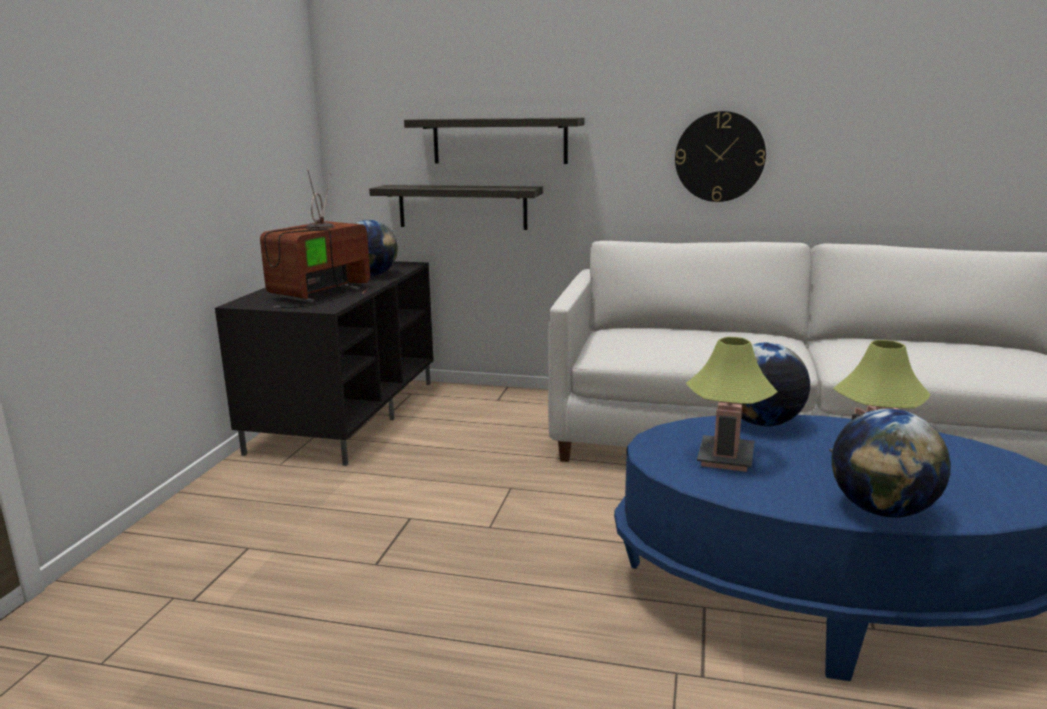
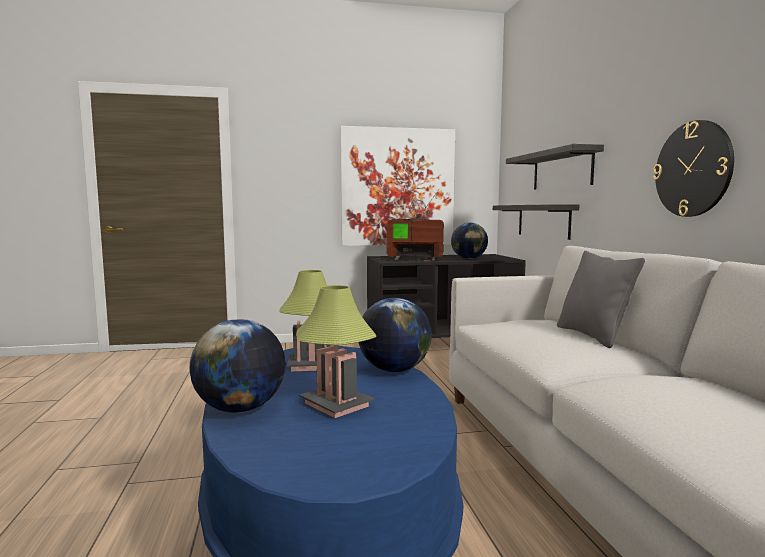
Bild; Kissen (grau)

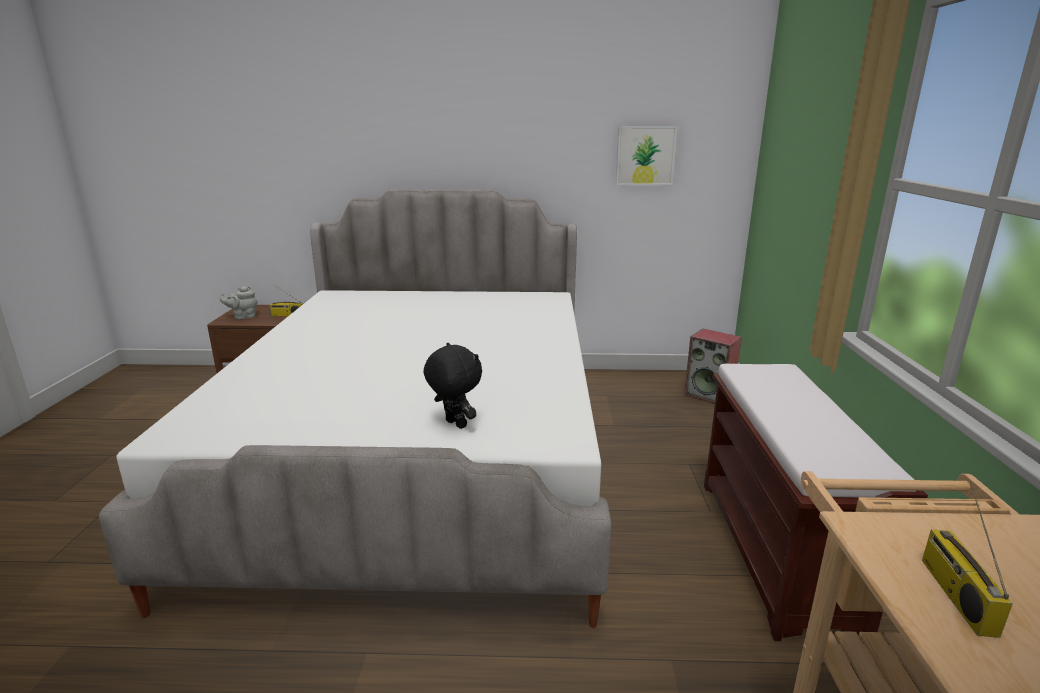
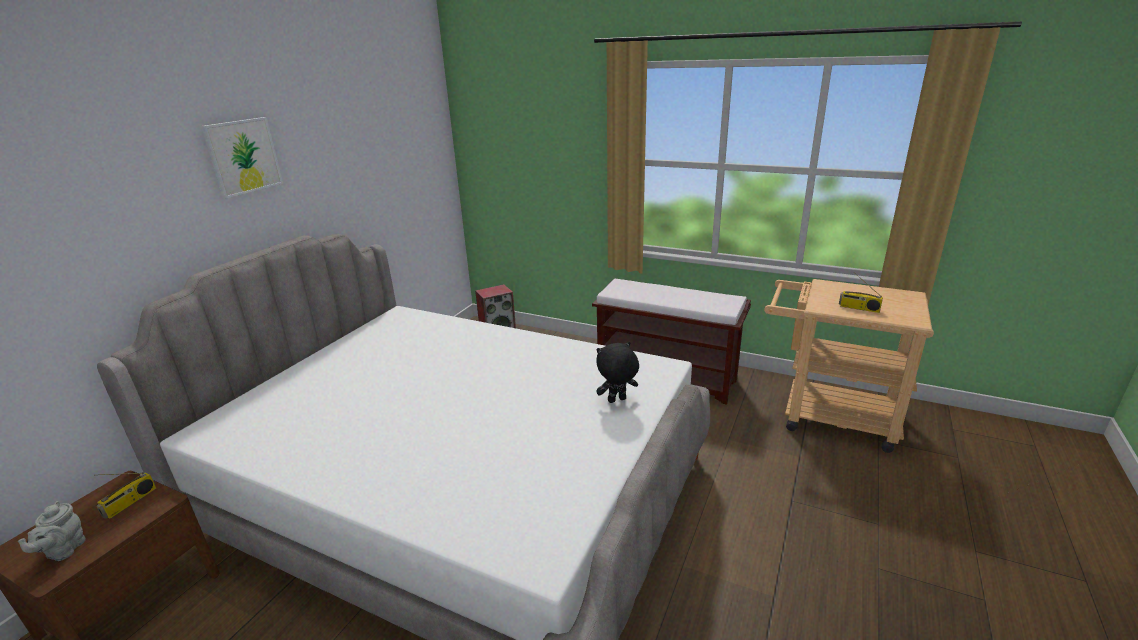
Bild

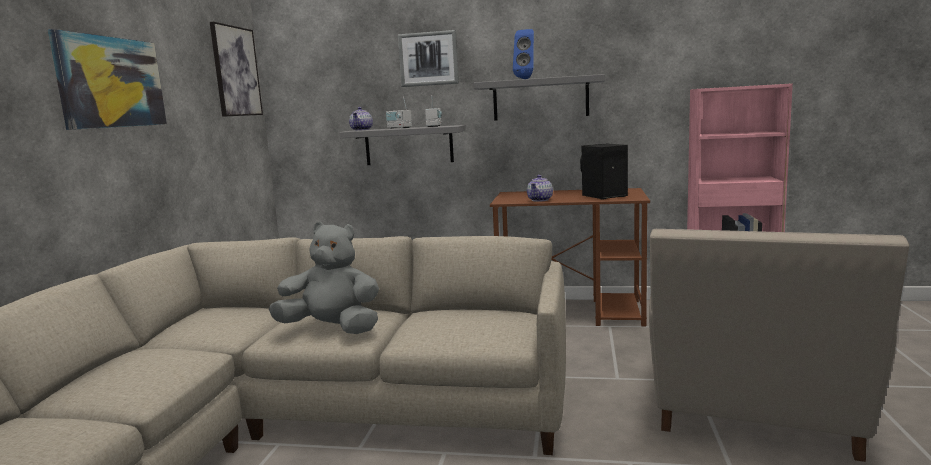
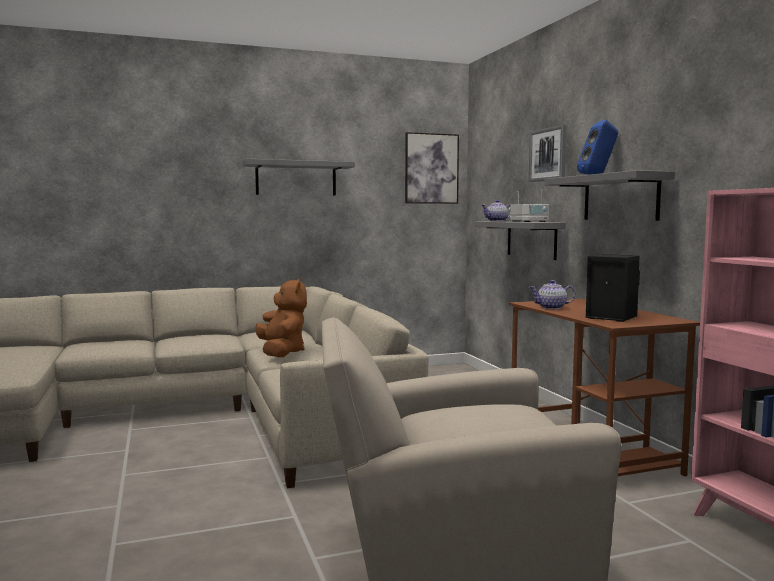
Wandregal (grau) (no. 1 from left); Plüschtier (braun)

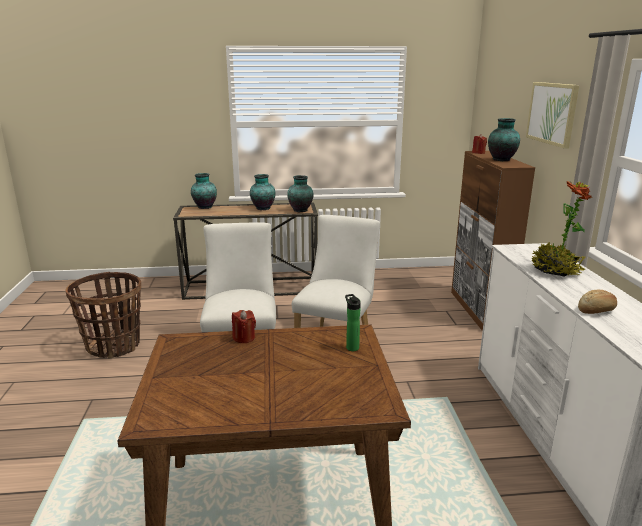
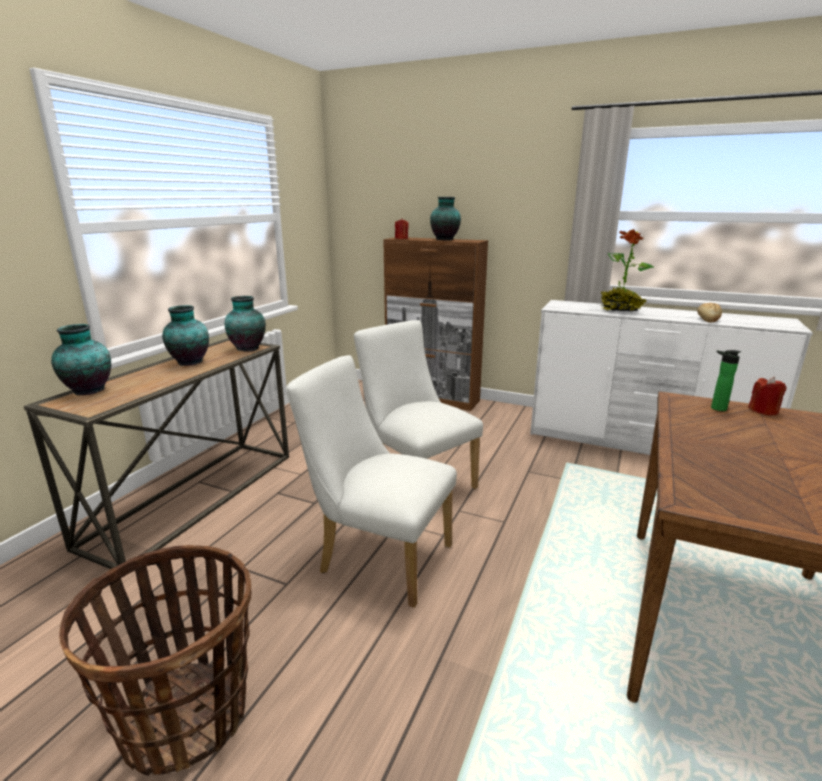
Bild; Kerze (rot) (no. 2 from left)

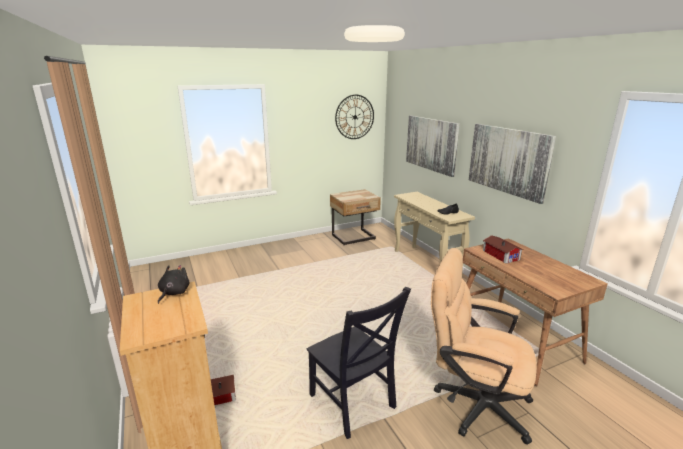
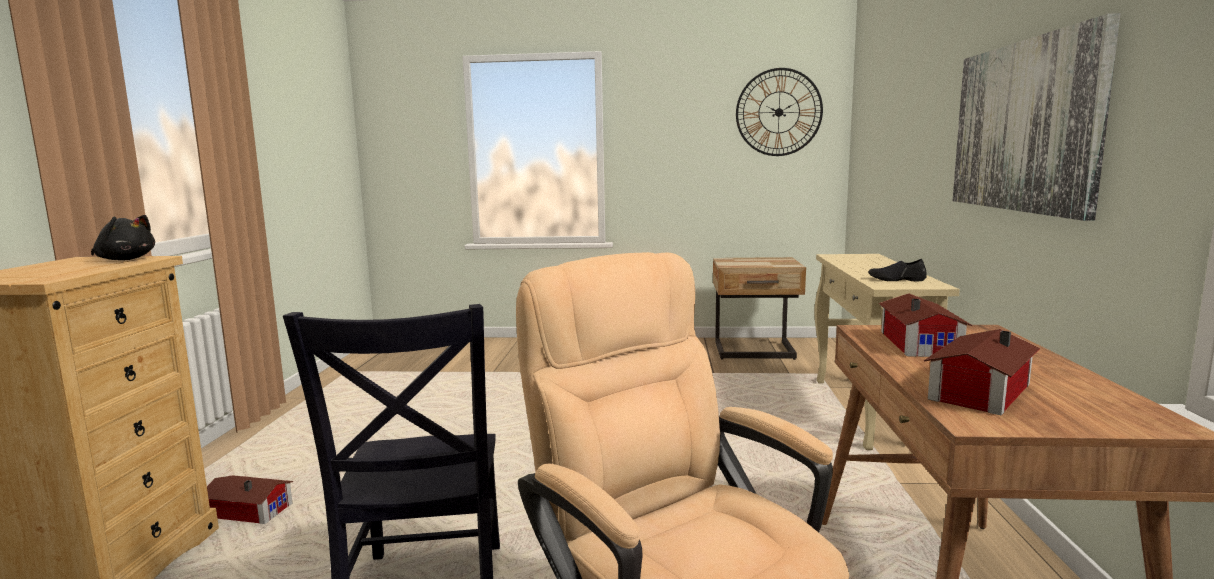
Bild (no. 1 from left in the first image); Plüschtier (schwarz); Spielzeughaus (no. 3 from left)

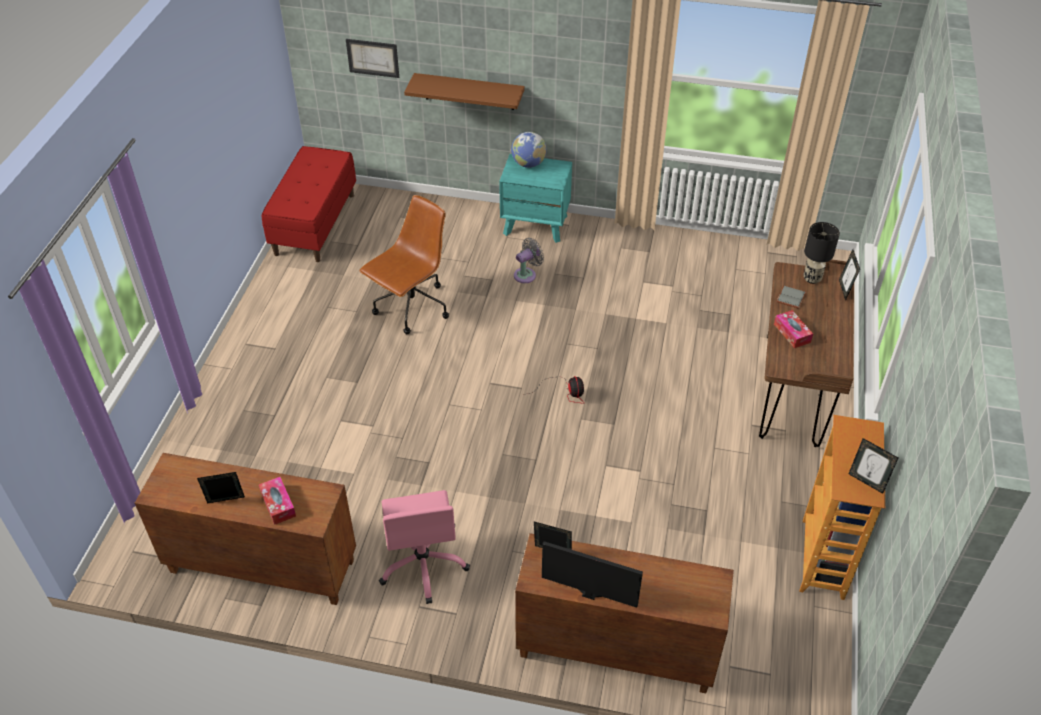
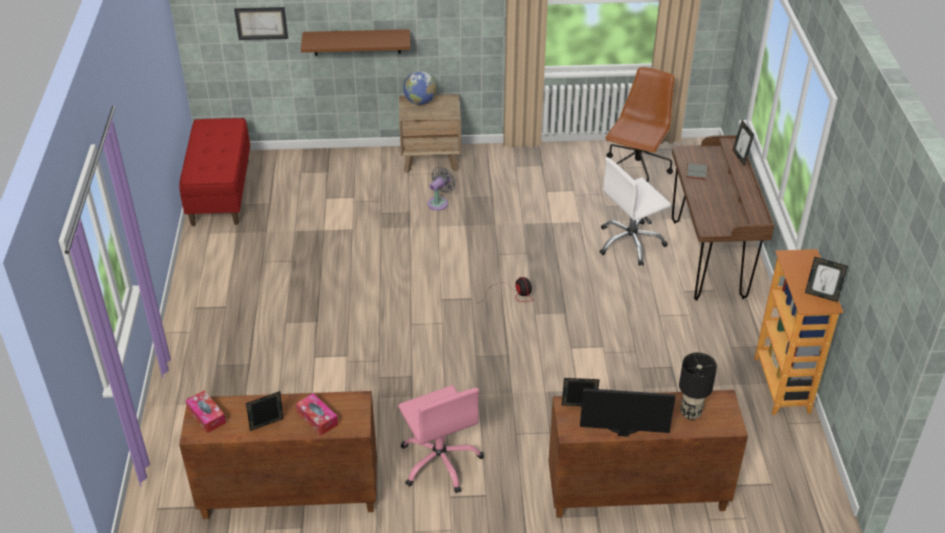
Nachttisch (braun); Bürostuhl (braun); Tischlampe (schwarz); Taschentuchbox (no. 1 from left); Bürostuhl (weiß)

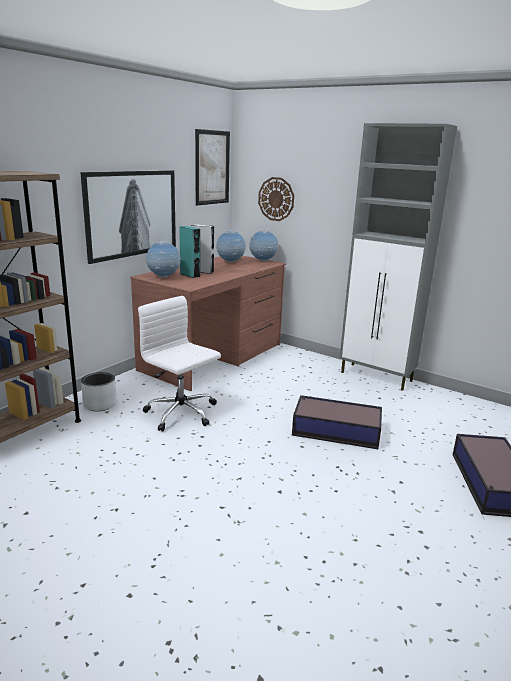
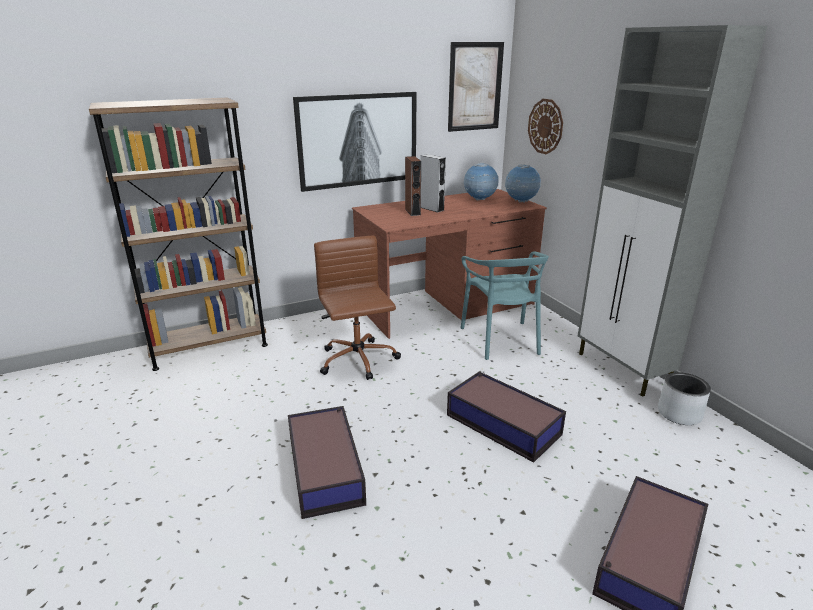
Lautsprecher (braun); Globus (no. 1 from left in the first image); Bürostuhl (braun); Pflanzkübel (grau); Stuhl (türkis); Aufbewahrungsbox (no. 1 from left)

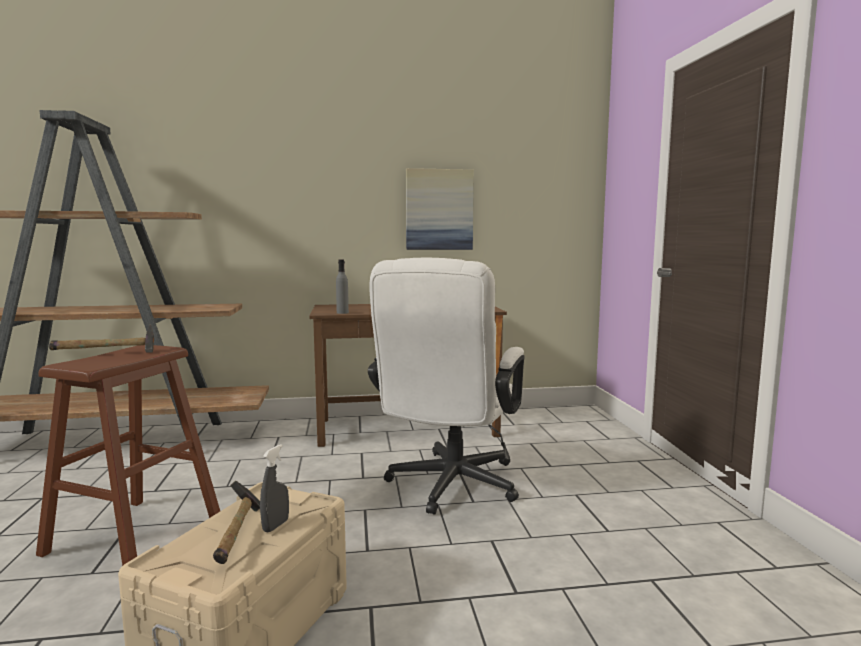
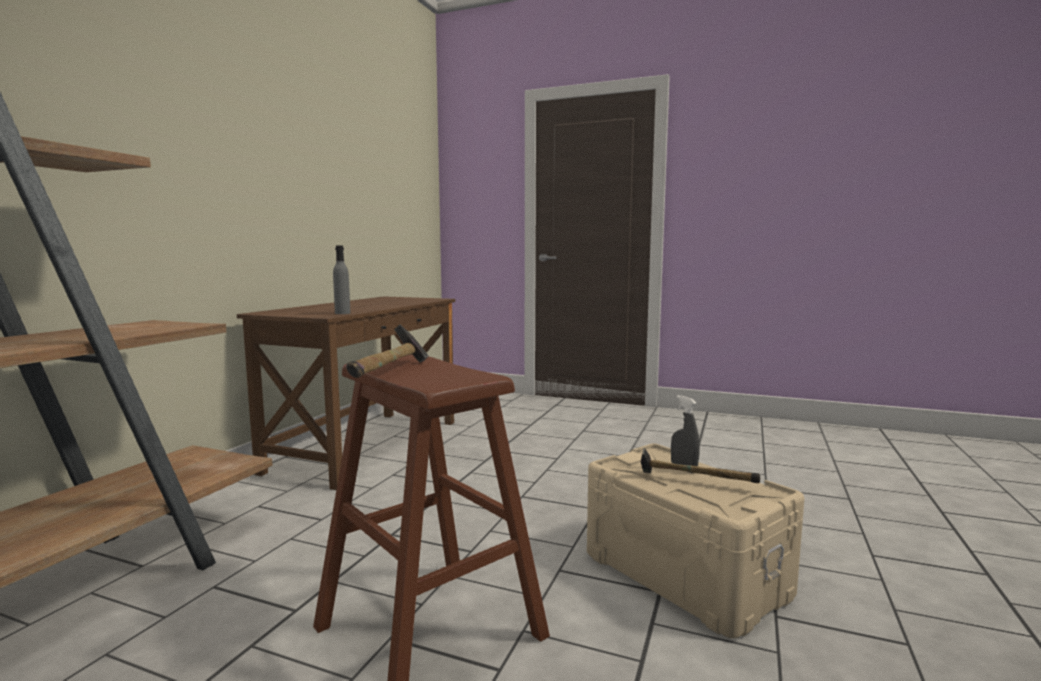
Bild; Bürostuhl (weiß)

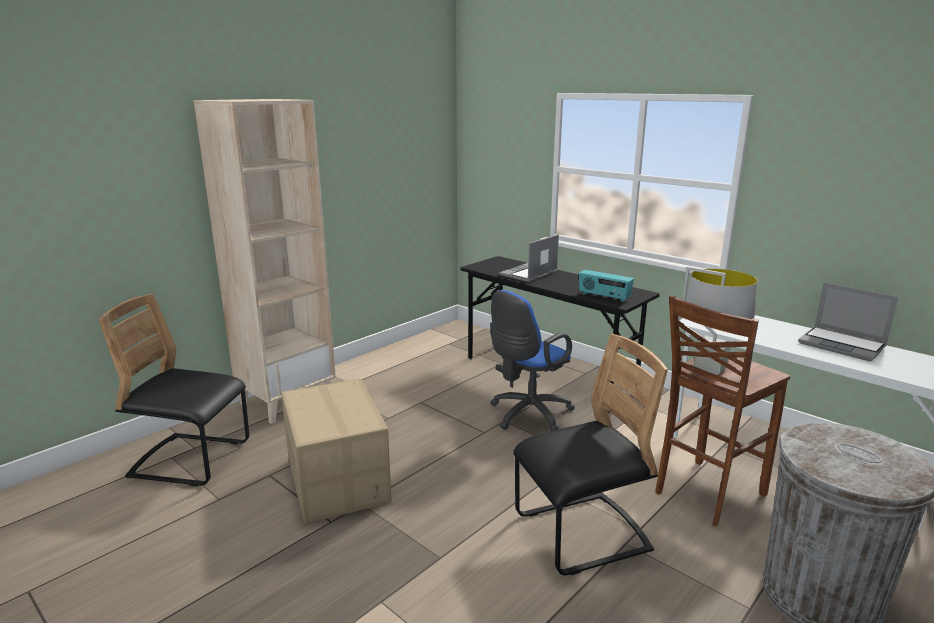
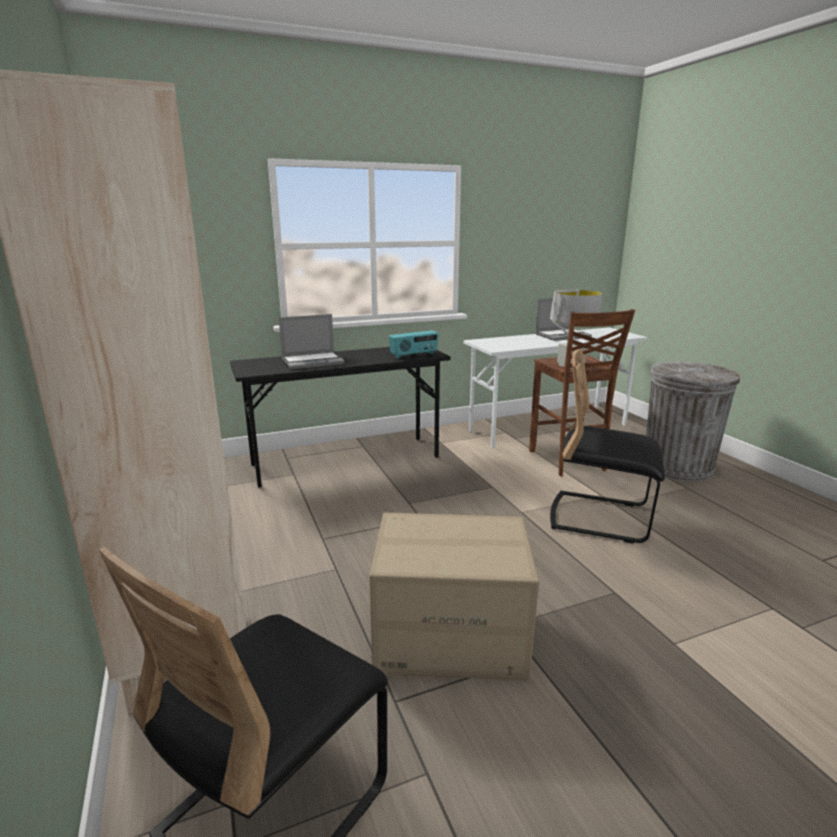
Laptop (no. 1 from left); Bürostuhl (blau); Stuhl (schwarz) (no. 2 from left)

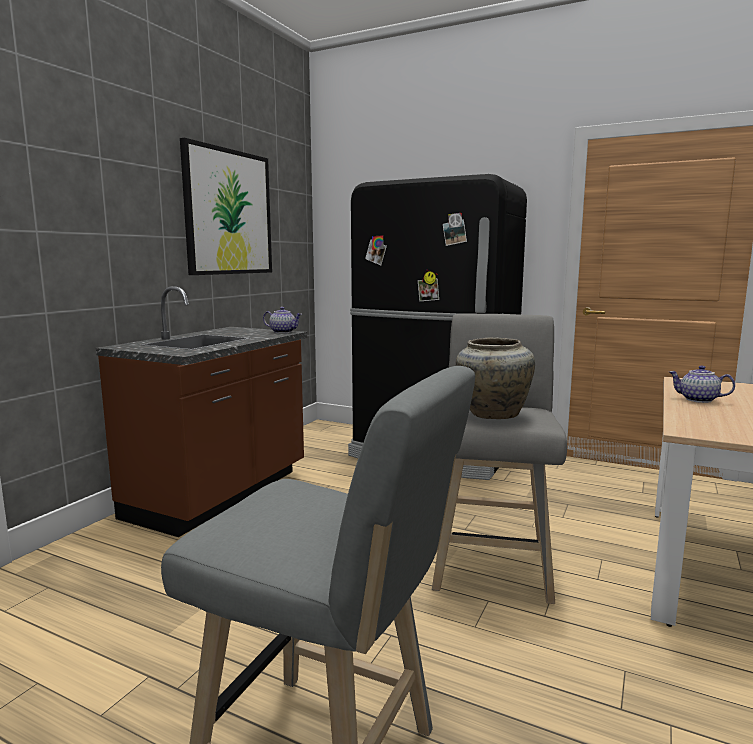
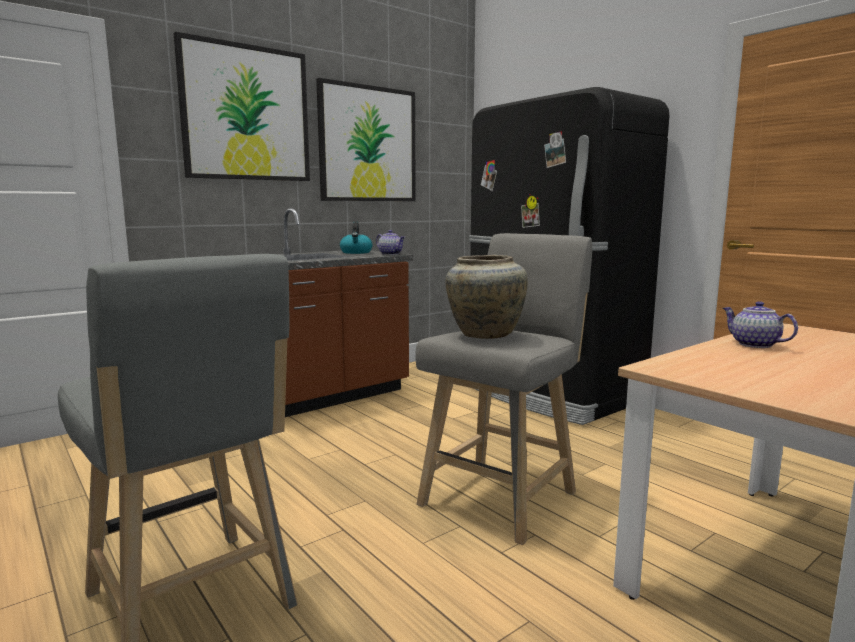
Bild (no. 1 from left); Wasserkessel

